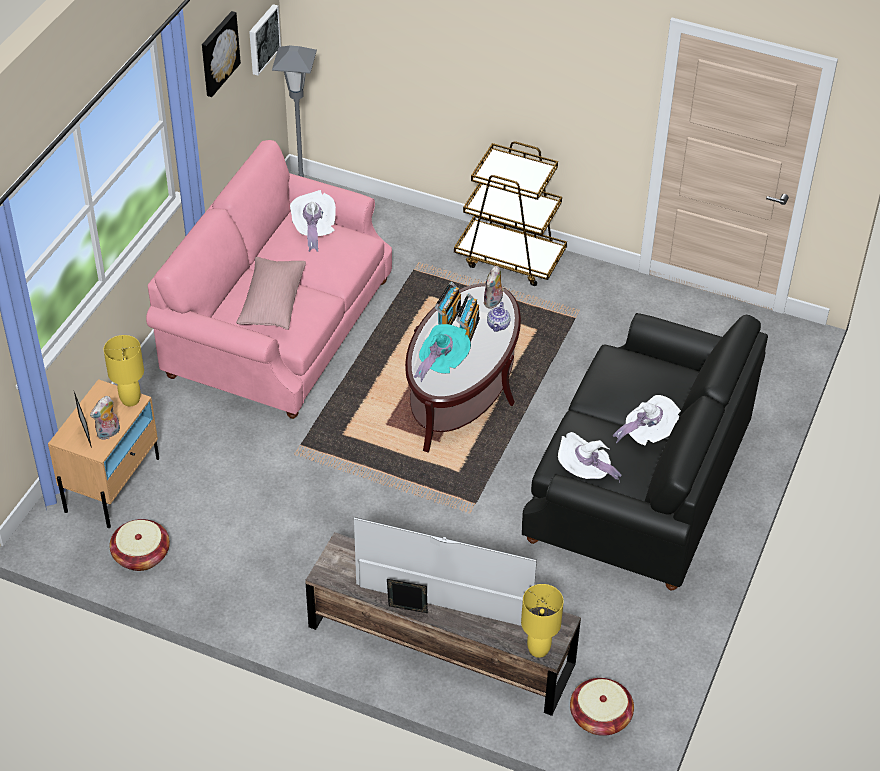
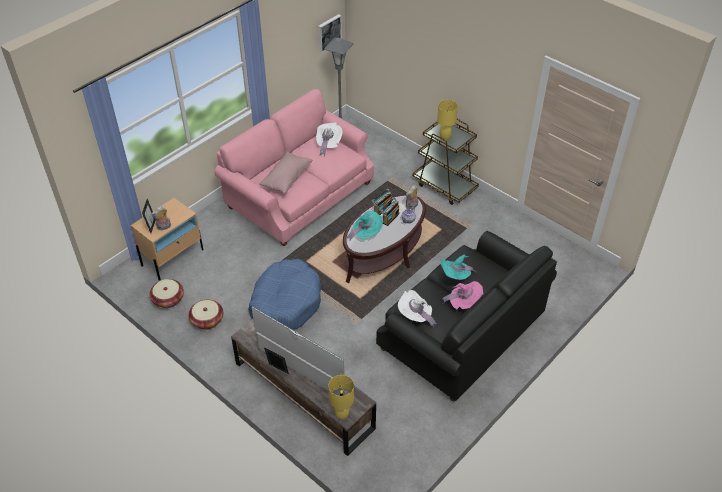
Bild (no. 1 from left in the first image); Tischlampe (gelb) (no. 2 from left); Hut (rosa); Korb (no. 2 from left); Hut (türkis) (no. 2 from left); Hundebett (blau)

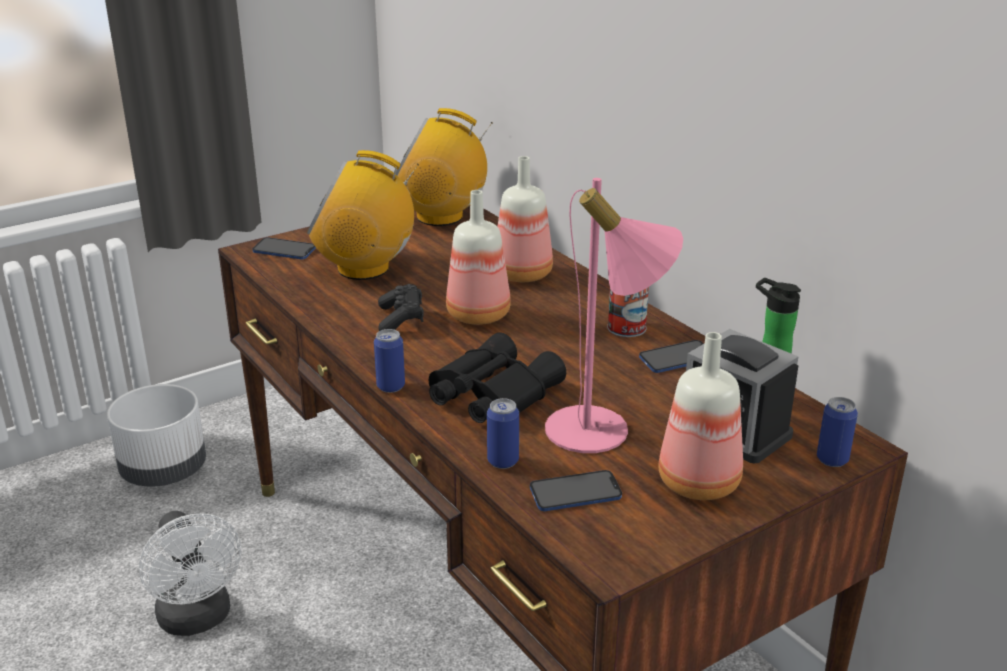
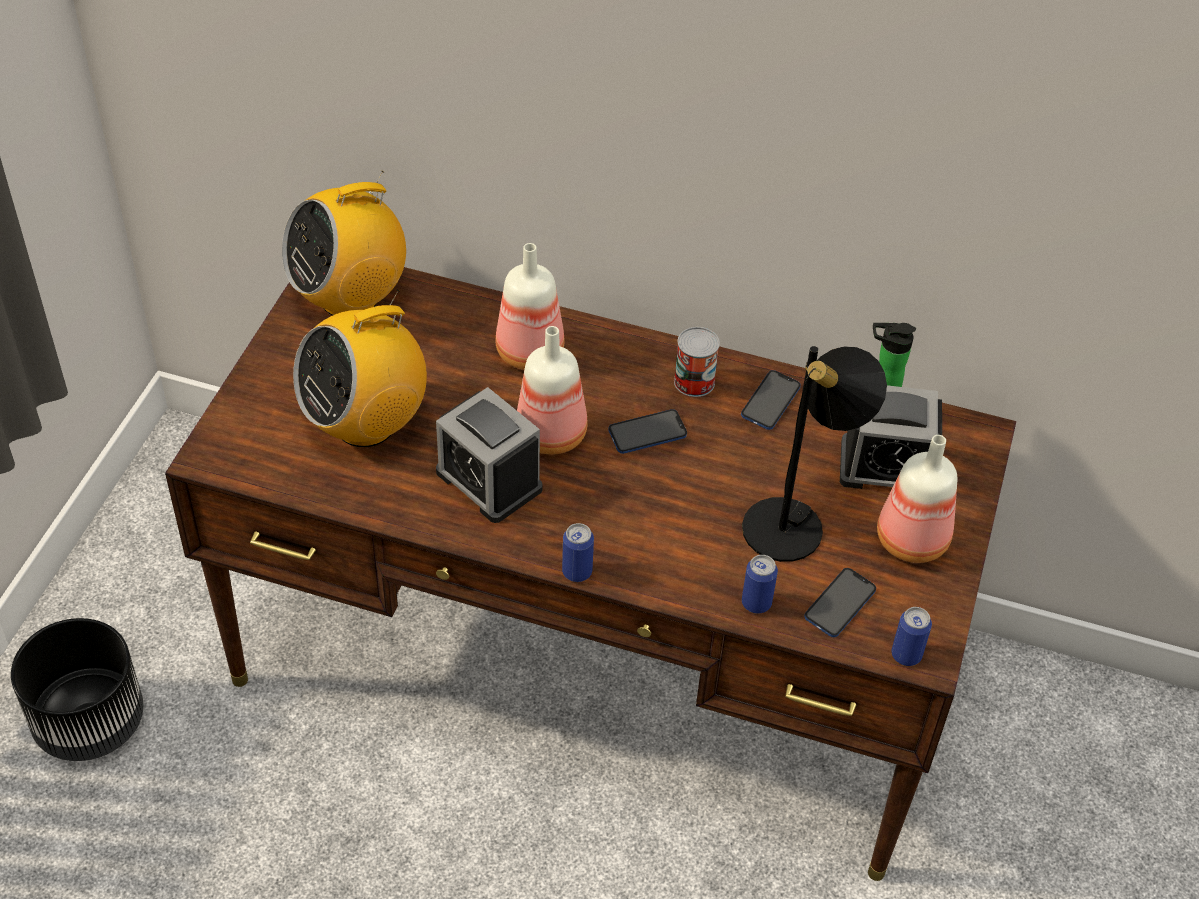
Tischlampe (schwarz); Handy (no. 1 from left); Wecker (no. 1 from left); Fernglas (schwarz); Pflanzkübel (schwarz); Dose (no. 4 from left); Ventilator (weiß)

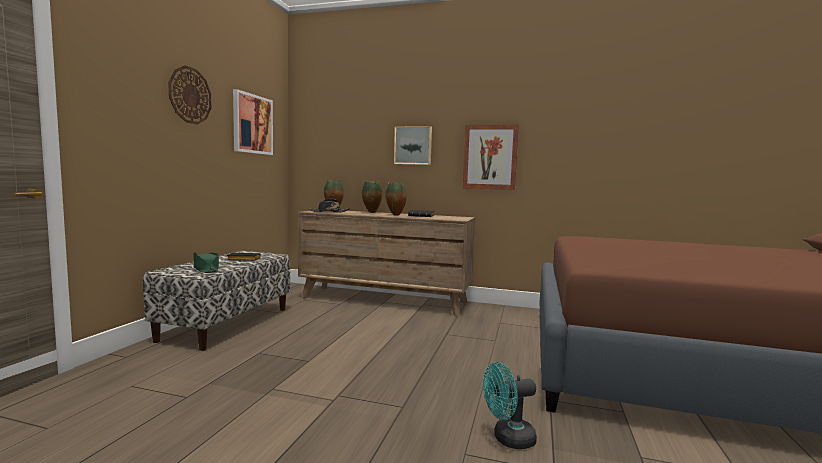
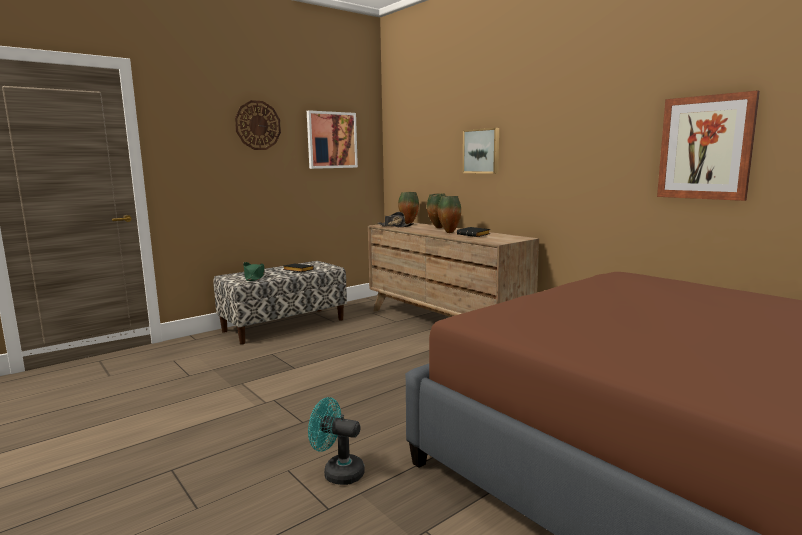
Bild (no. 3 from left)

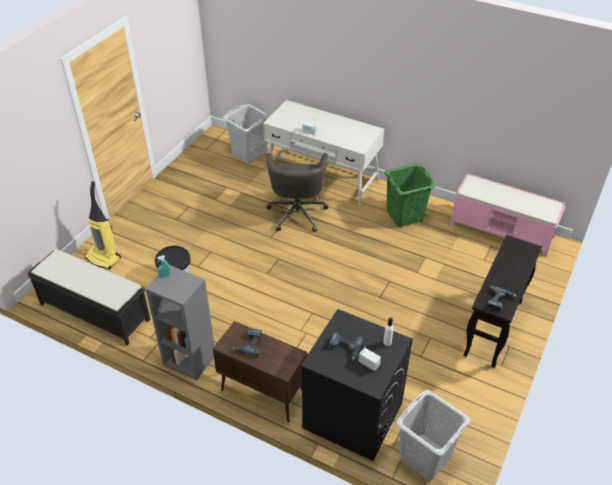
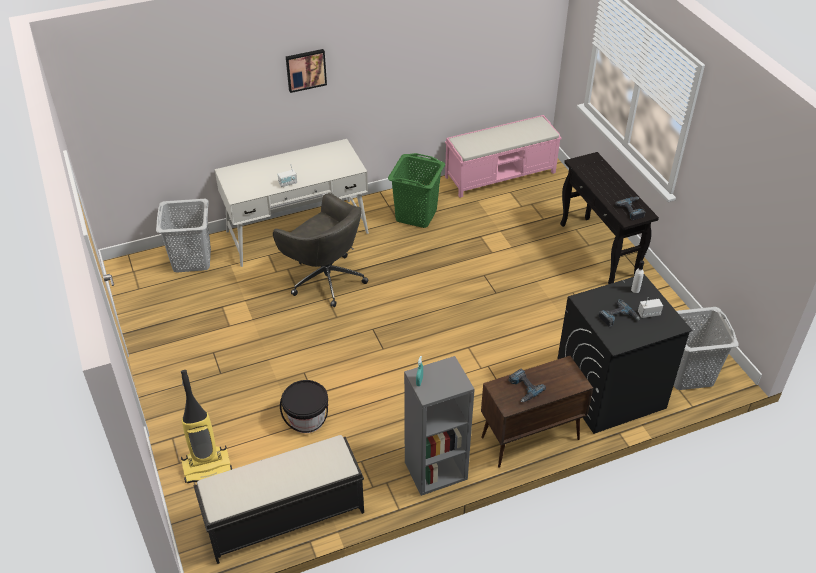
Bild

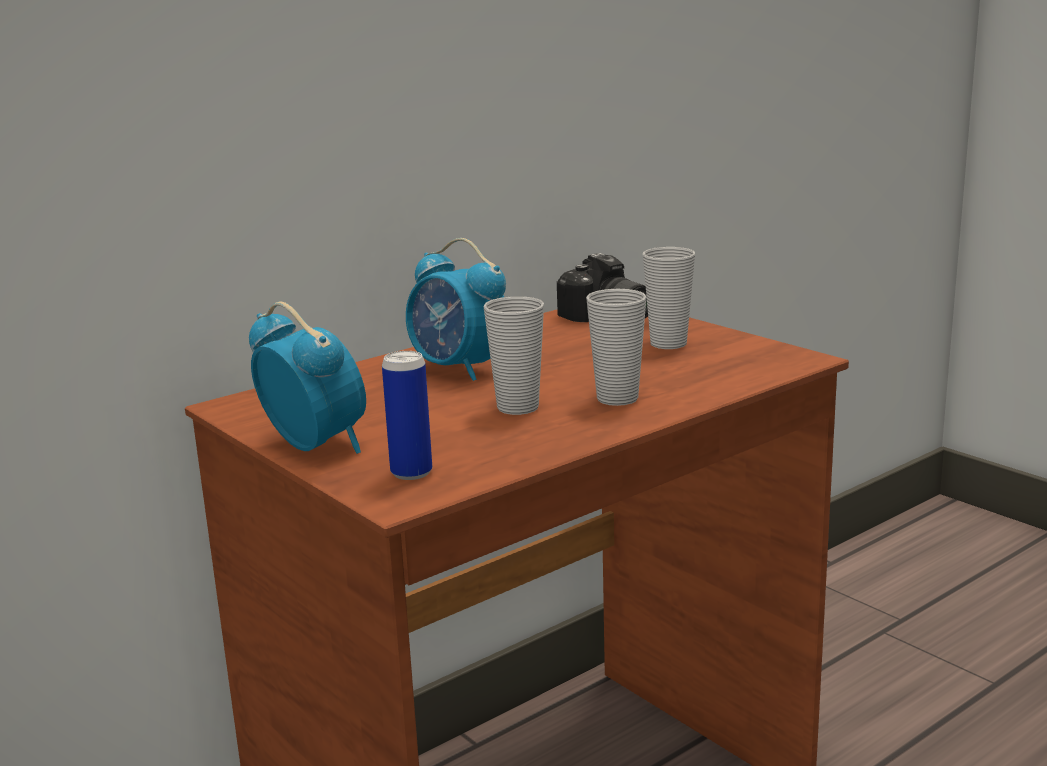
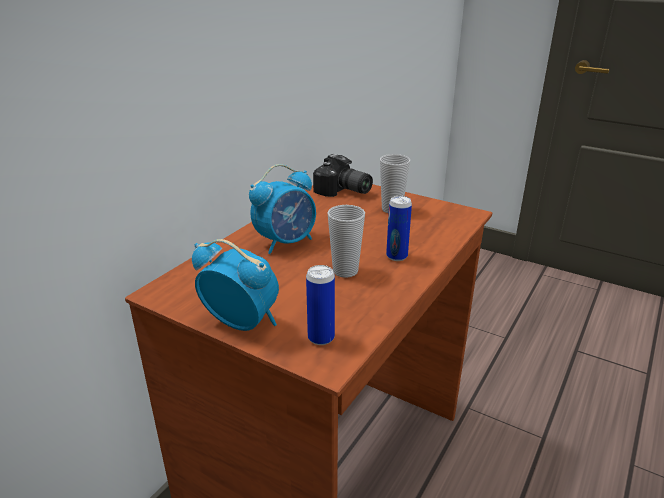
Wecker (no. 2 from left); Dose (no. 2 from left)

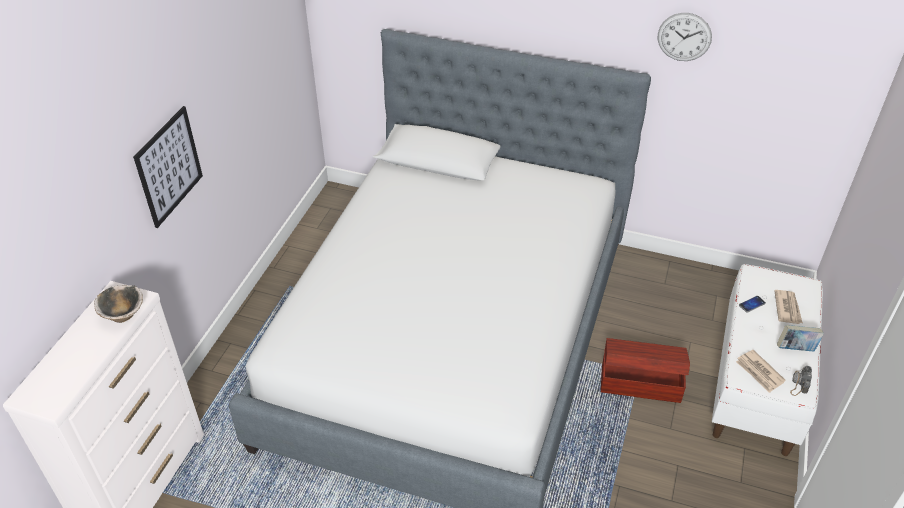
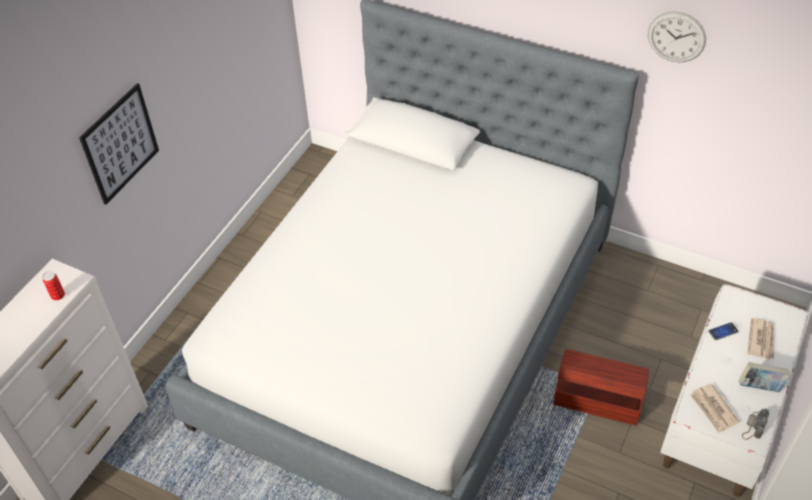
Dose

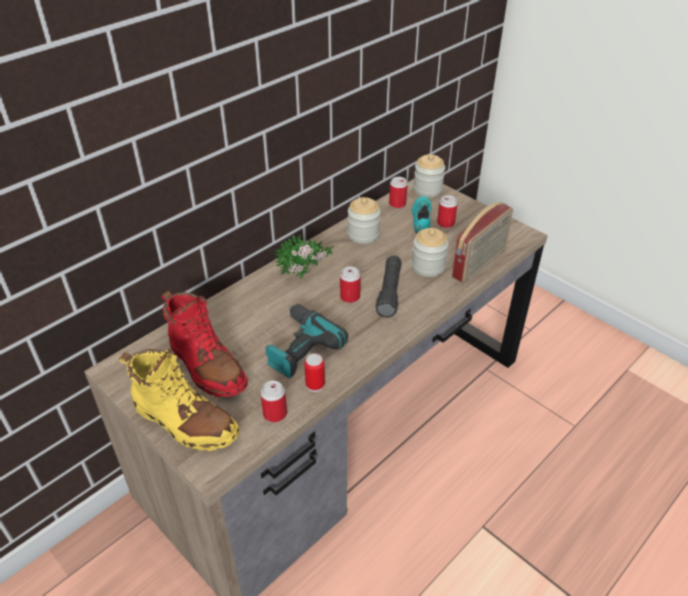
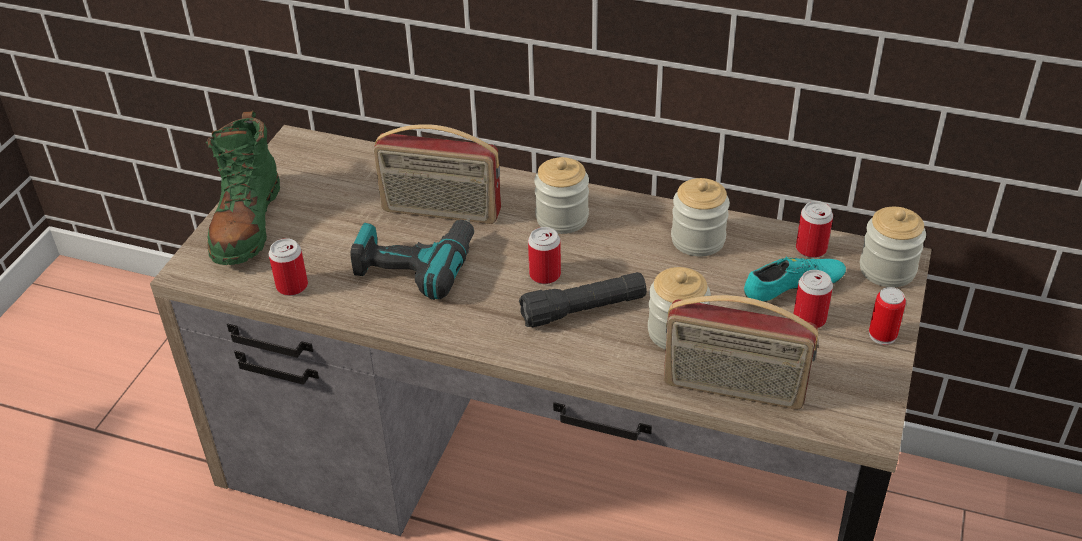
Vorratsglas (no. 1 from left); Stiefel (rot); Stiefel (grün); Dose (no. 5 from left); Radio (no. 1 from left)

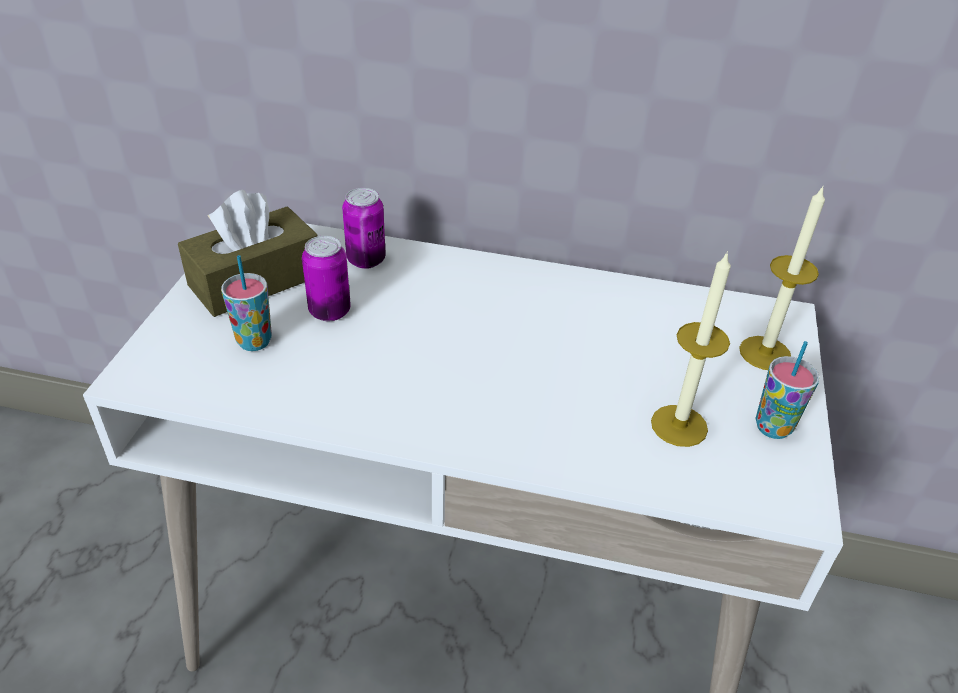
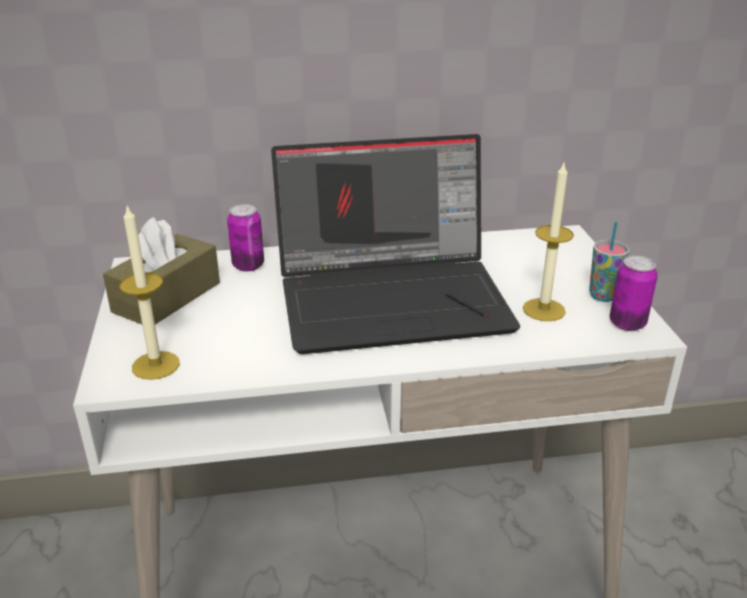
Kerze (no. 1 from left); Dose (no. 2 from left); Tasse (no. 1 from left in the first image); Laptop

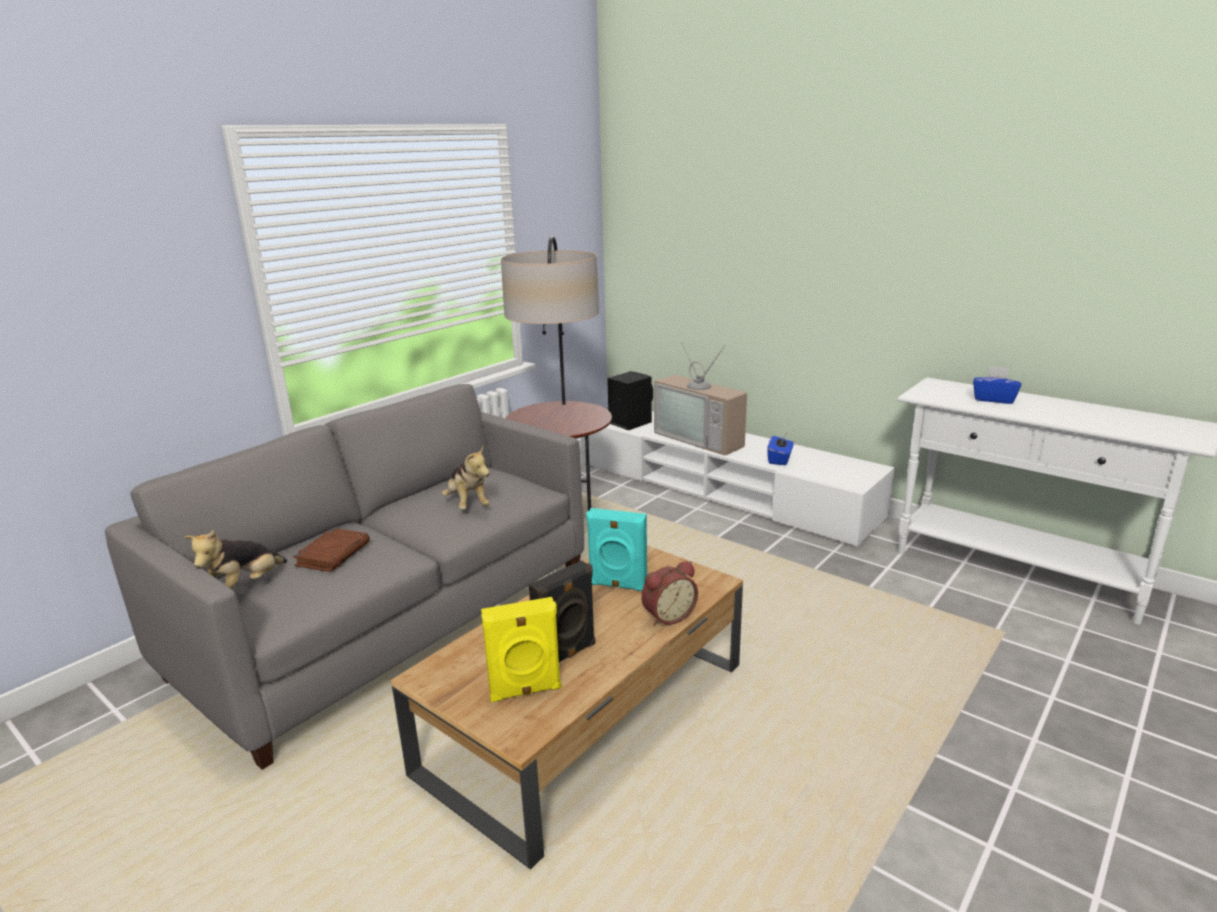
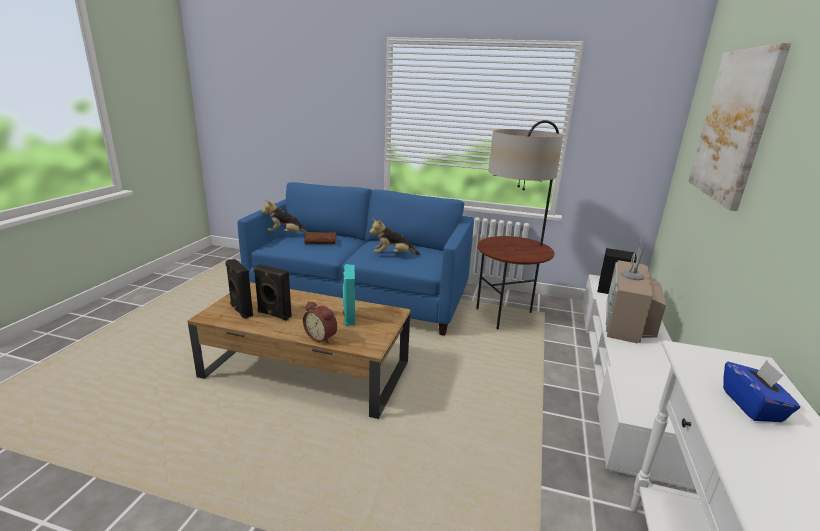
Sofa (blau); Taschentuchbox (blau) (no. 1 from left in the first image); Plüschtier (no. 2 from left); Lautsprecher (schwarz) (no. 1 from left); Bild

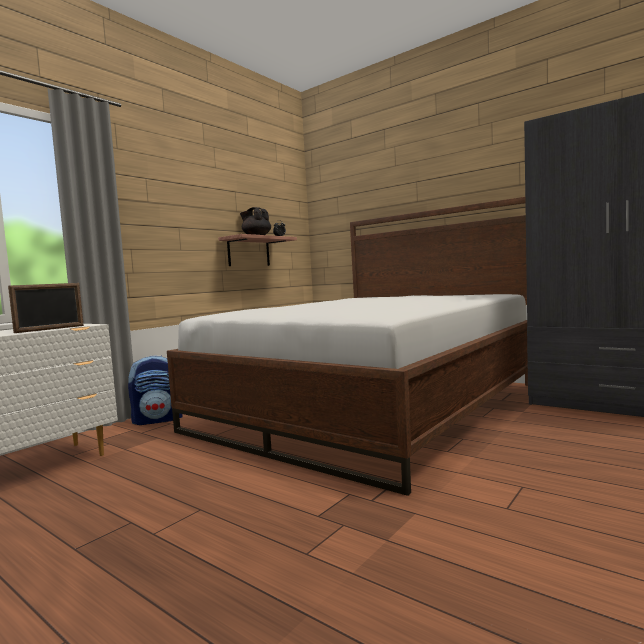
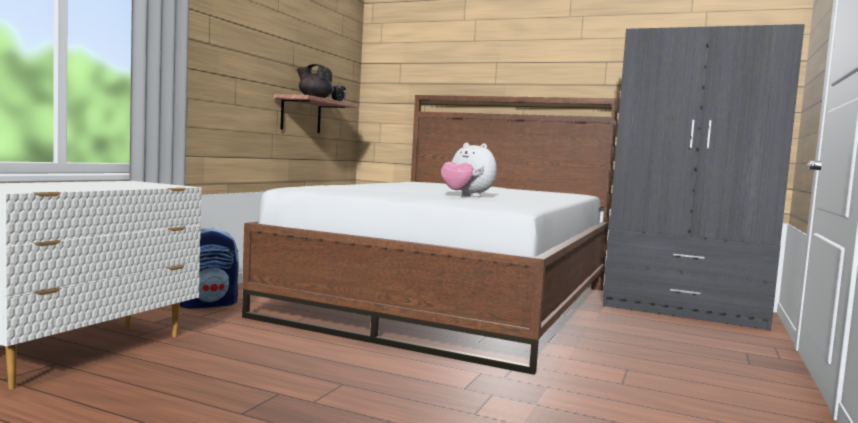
Bilderrahmen; Plüschtier

